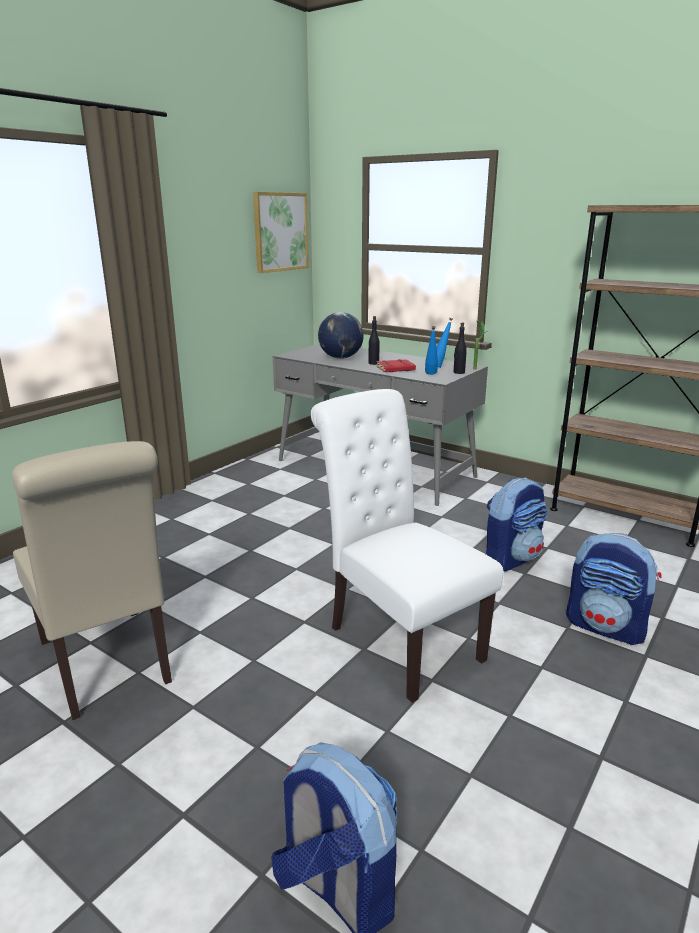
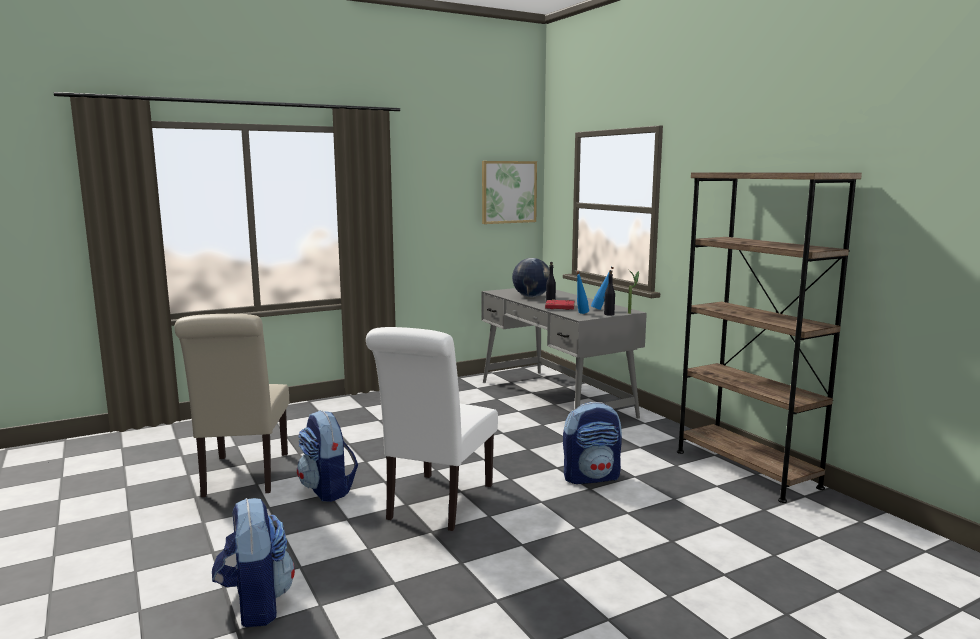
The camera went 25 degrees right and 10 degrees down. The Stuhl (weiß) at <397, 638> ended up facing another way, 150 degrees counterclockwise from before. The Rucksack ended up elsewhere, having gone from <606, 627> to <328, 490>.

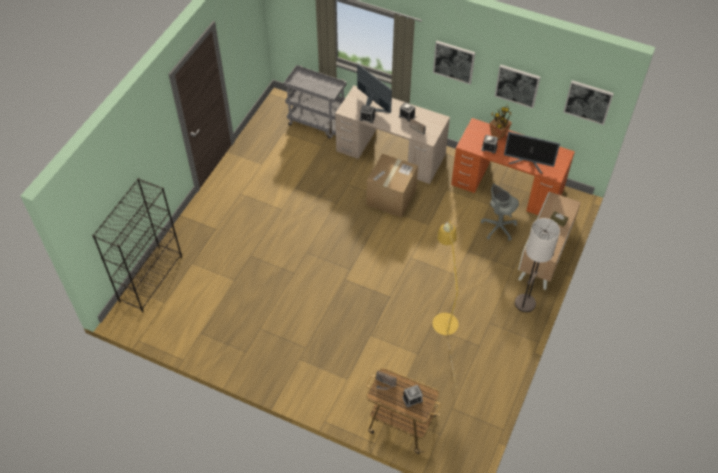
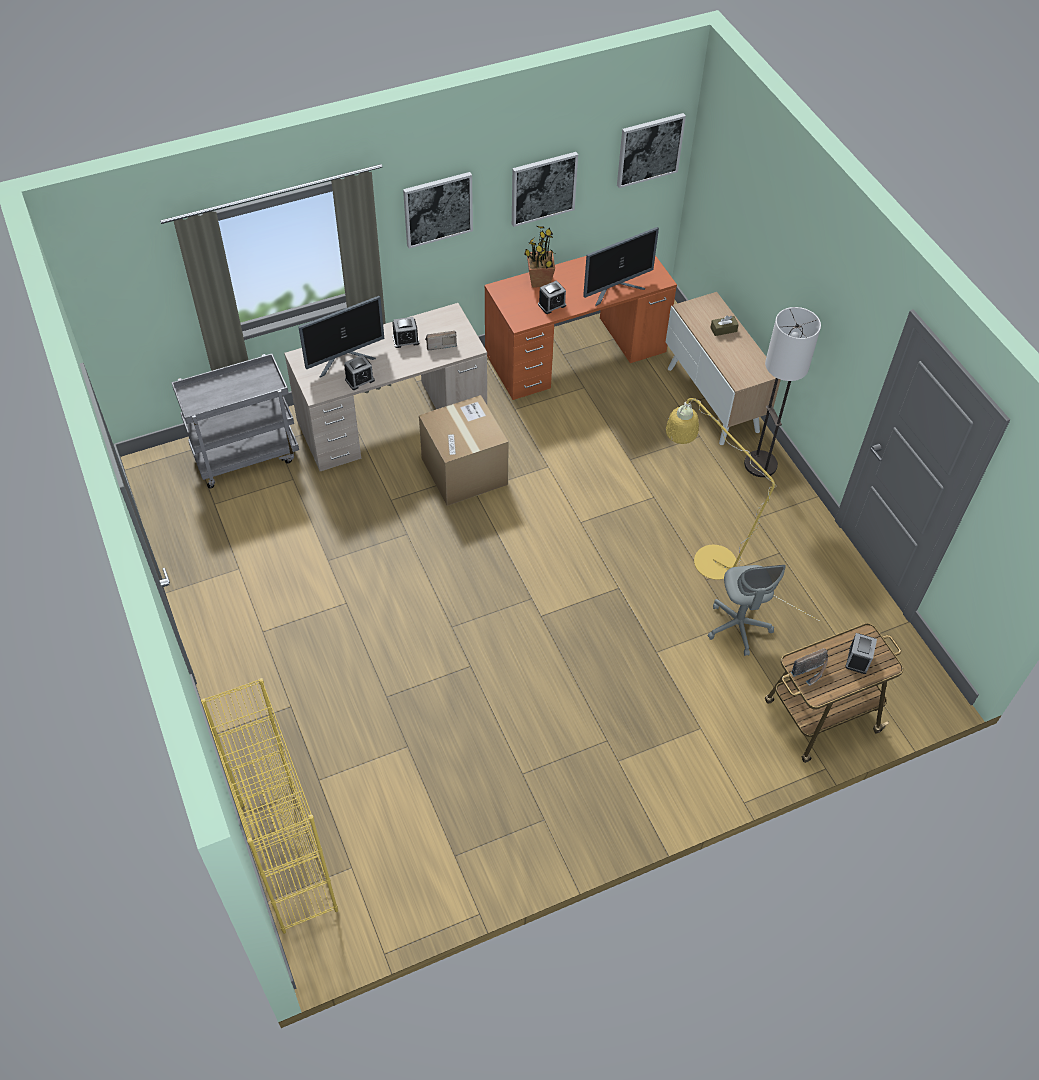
The camera went 50 degrees left and 0 degrees up. What was the Bücherregal (schwarz) at <151, 278> turned into the Bücherregal (gelb) at <287, 856>. The Monitor at <372, 105> ended up facing another way, 150 degrees clockwise from before. The Bürostuhl (grau) ended up elsewhere, having gone from <498, 228> to <738, 627>.

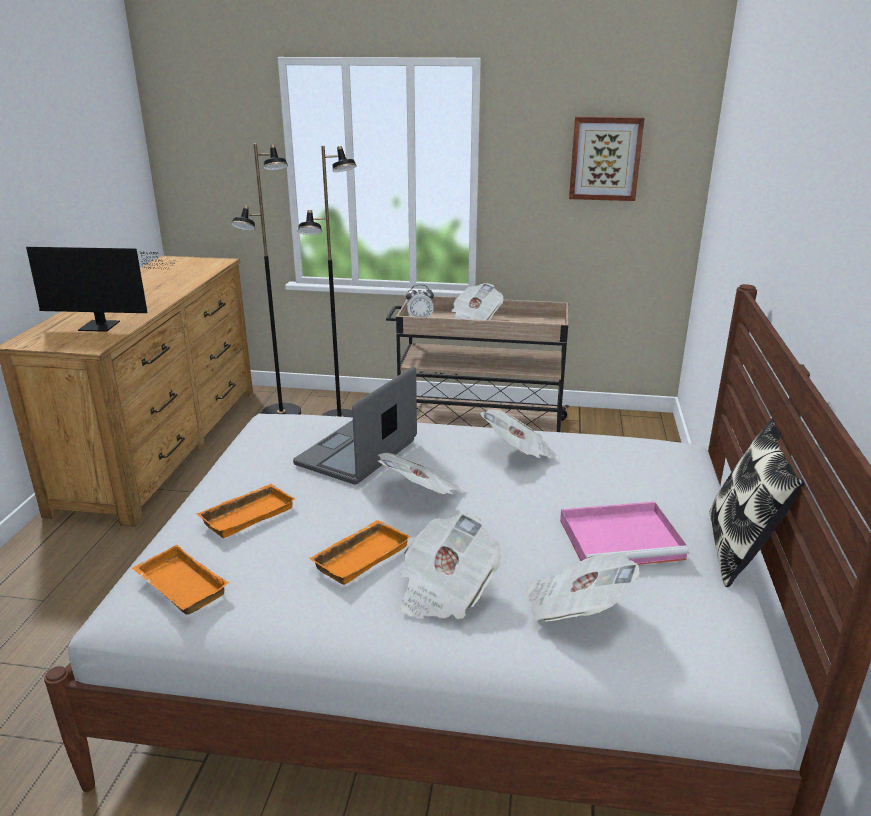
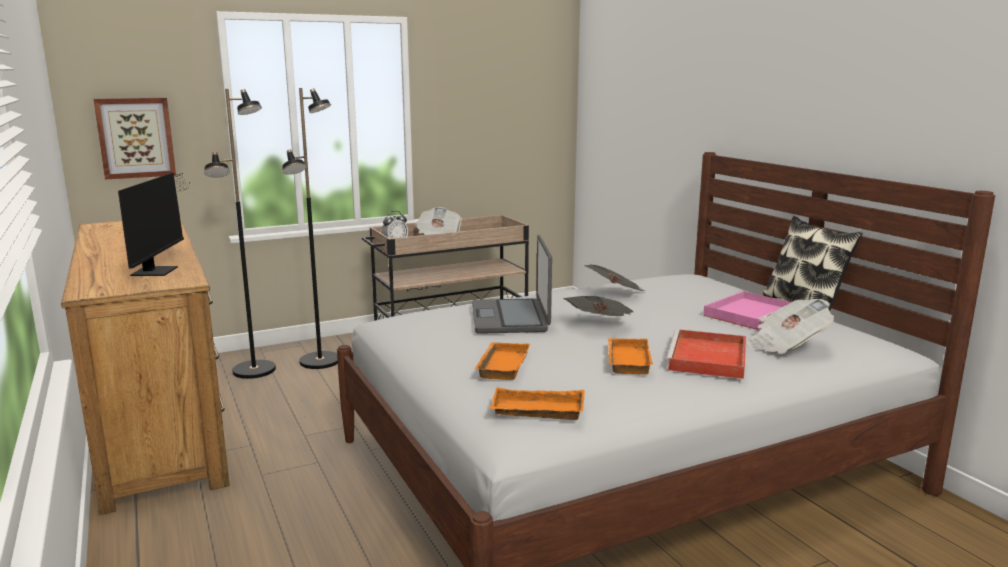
The camera went 35 degrees left and 10 degrees down. The Monitor at <104, 326> ended up facing another way, 60 degrees counterclockwise from before. Where the Zeitung stood at <445, 590>, the Tablett (rot) came to stand at <708, 359>. The Bild ended up elsewhere, having gone from <605, 158> to <135, 137>.

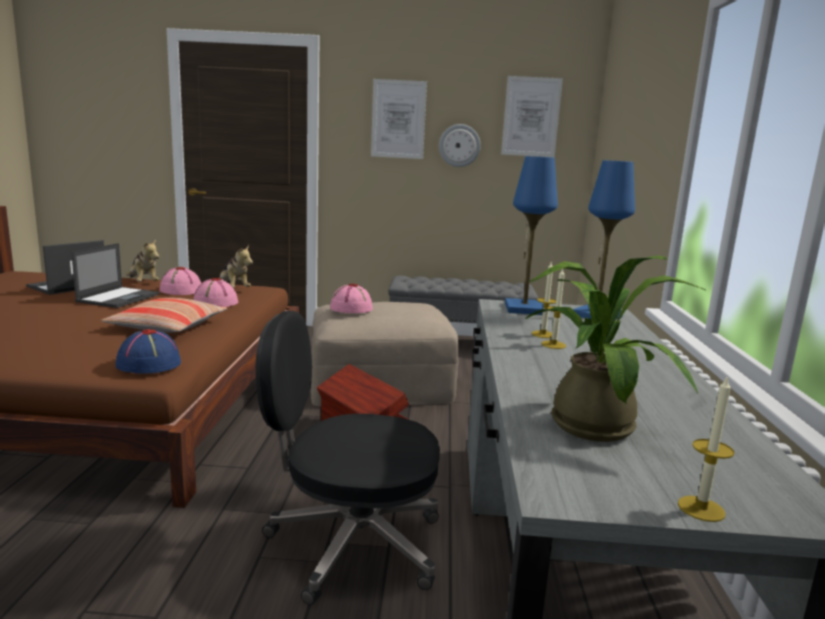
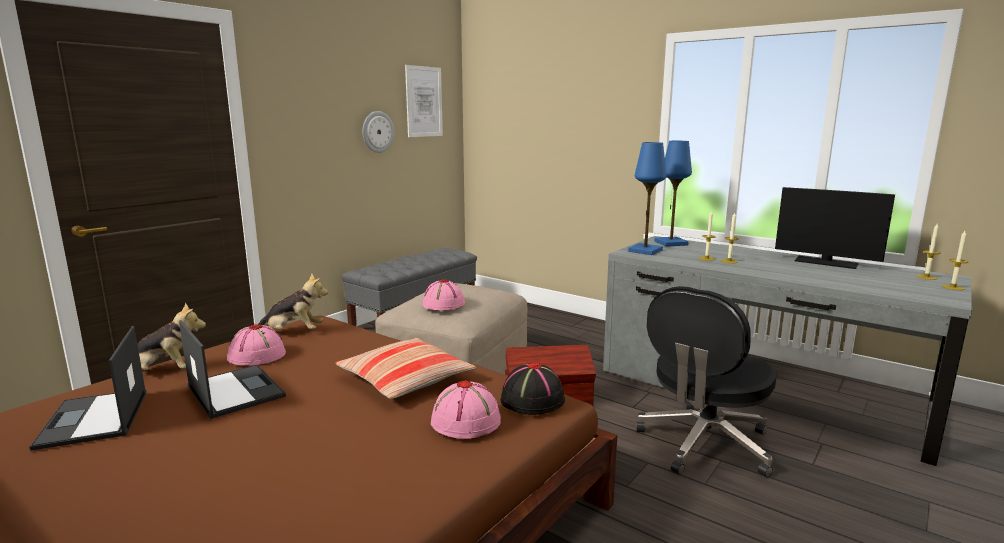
The camera went 55 degrees left and 0 degrees up. What was the Hut (blau) at <148, 364> turned into the Hut (schwarz) at <532, 400>. The Hut (rosa) ended up elsewhere, having gone from <215, 303> to <466, 421>. The second view lost the Bild at <398, 119>. The second view lost the Topfpflanze at <589, 421>. The second view gained the Monitor at <826, 262>. The second view gained the Kerze at <926, 277>.

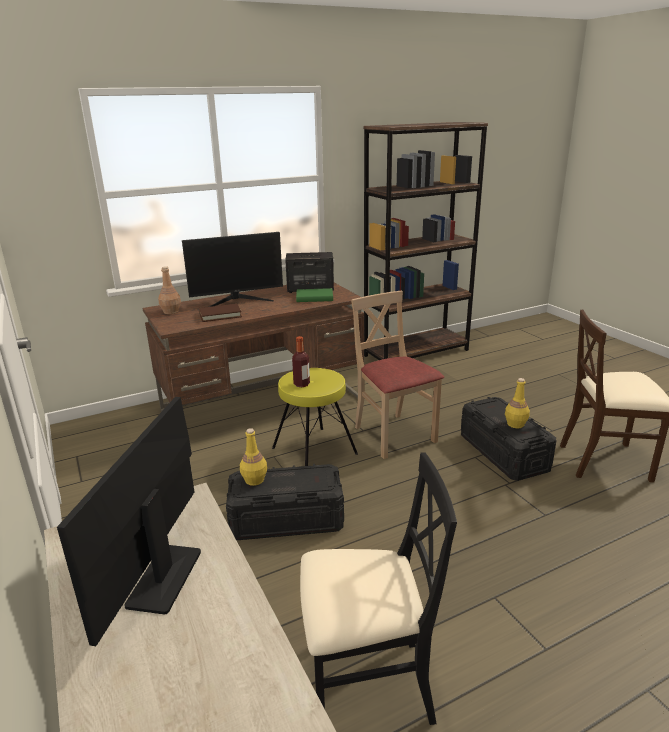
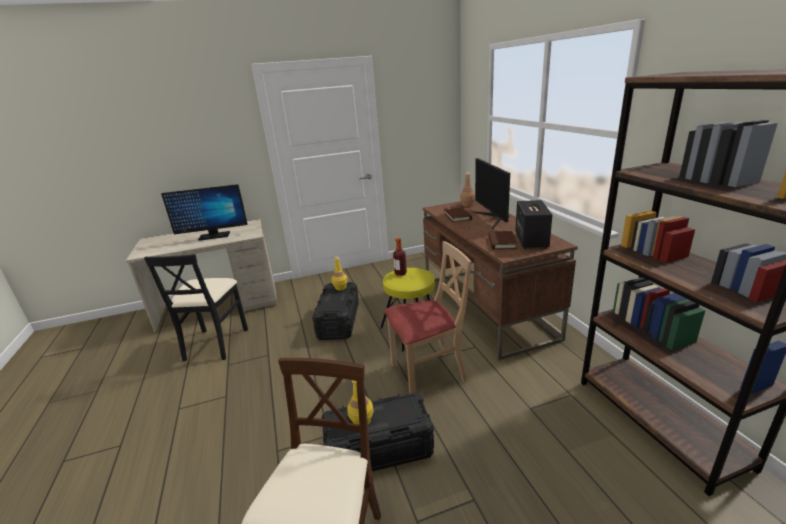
The camera went 100 degrees right and 0 degrees up. The Monitor at <165, 577> ended up facing another way, 150 degrees clockwise from before. What was the Buch (grün) at <314, 298> turned into the Buch (braun) at <501, 242>.

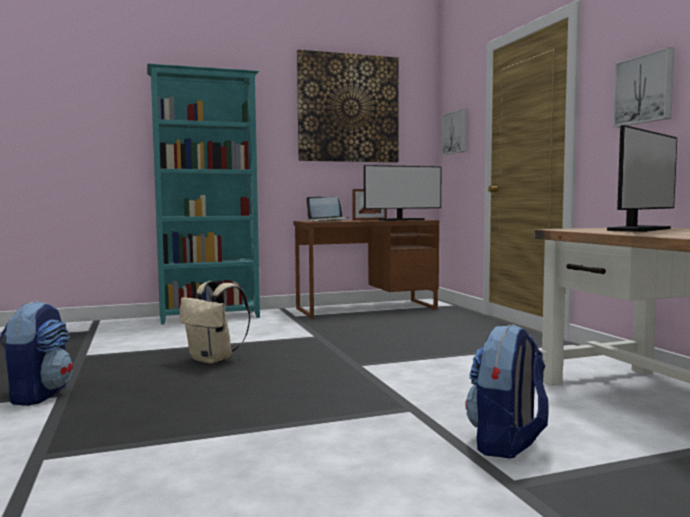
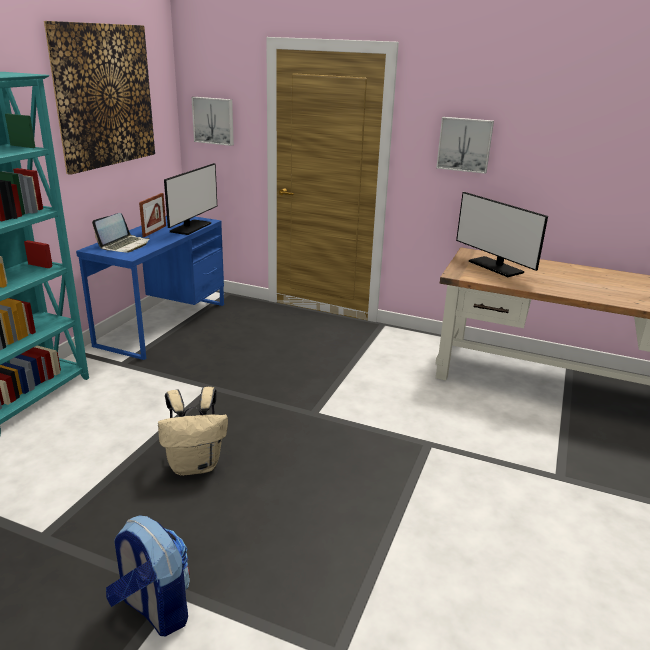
The camera went 50 degrees left and 20 degrees up. What was the Schreibtisch (braun) at <366, 308> turned into the Schreibtisch (blau) at <163, 324>. The second view lost the Rucksack at <507, 443>. The Monitor at <639, 229> ended up facing another way, 150 degrees clockwise from before.

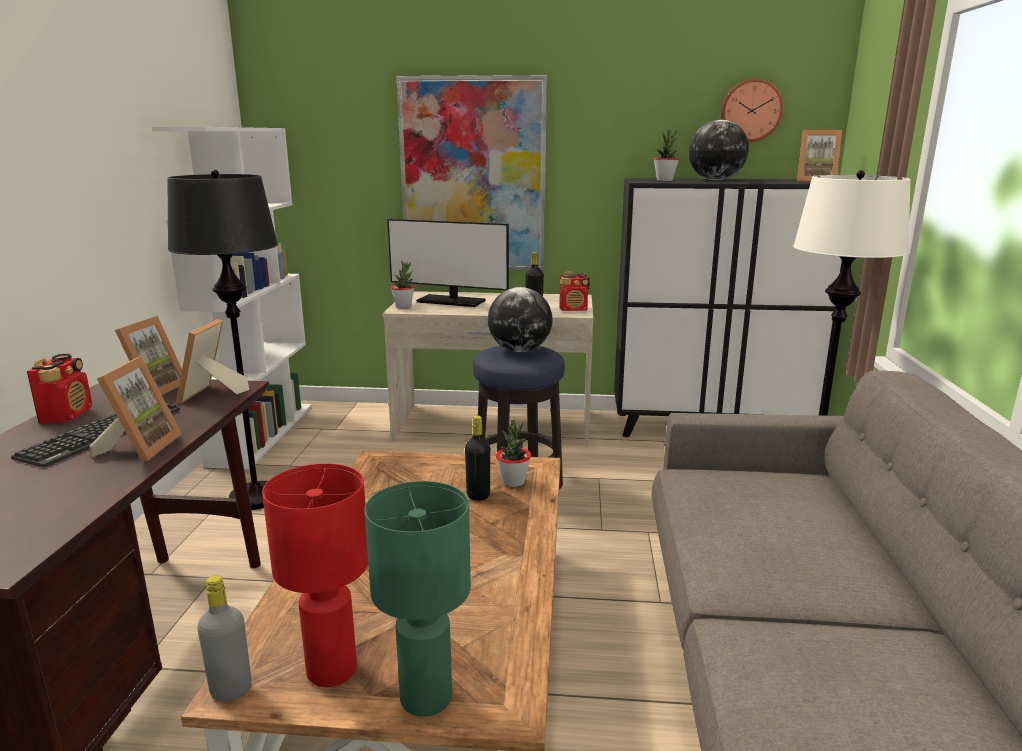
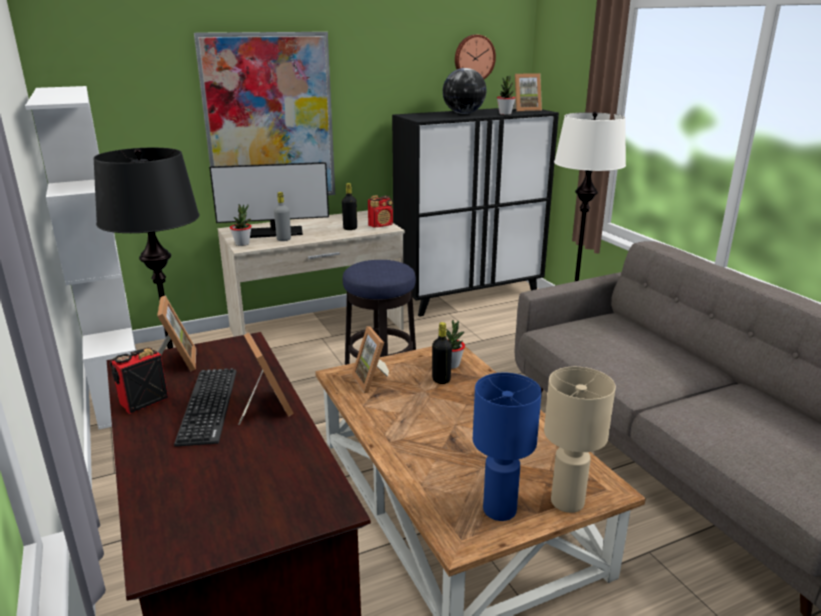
The camera went 30 degrees left and 5 degrees up. The Radio at <67, 415> ended up facing another way, 105 degrees counterclockwise from before. The Bilderrahmen ended up elsewhere, having gone from <212, 394> to <373, 381>. The Flasche (grau) ended up elsewhere, having gone from <231, 690> to <284, 239>. What was the Tischlampe (rot) at <332, 671> turned into the Tischlampe (blau) at <500, 510>. What was the Tischlampe (grün) at <427, 697> turned into the Tischlampe (beige) at <567, 501>. The second view lost the Globus at <520, 351>. The Topfpflanze ended up elsewhere, having gone from <664, 180> to <505, 114>.

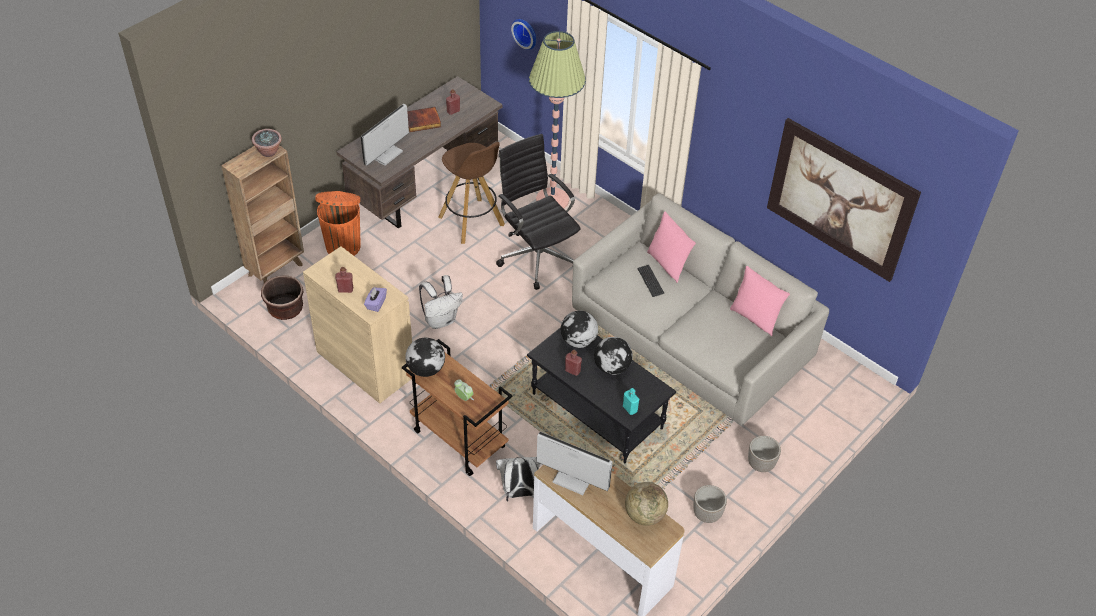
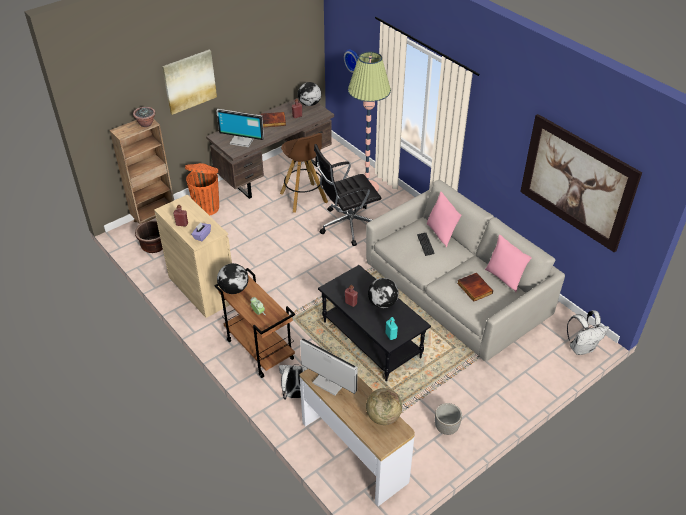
The camera went 10 degrees right and 5 degrees down. The Monitor at <387, 155> ended up facing another way, 120 degrees counterclockwise from before. The Rucksack (weiß) ended up elsewhere, having gone from <441, 320> to <581, 348>. The Bürostuhl (schwarz) at <537, 256> ended up facing another way, 90 degrees counterclockwise from before. The Globus ended up elsewhere, having gone from <578, 341> to <309, 104>. The second view lost the Pflanzkübel at <760, 465>. The second view gained the Bild at <189, 81>. The second view gained the Buch at <474, 288>.

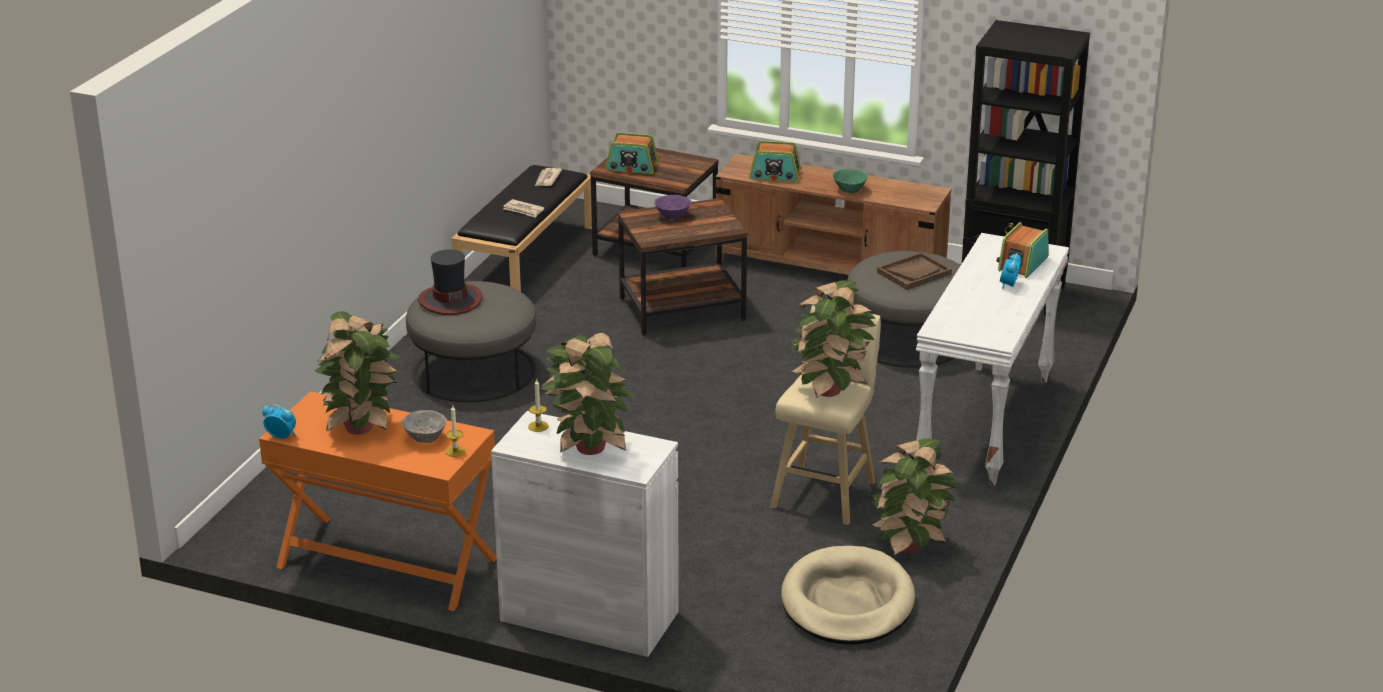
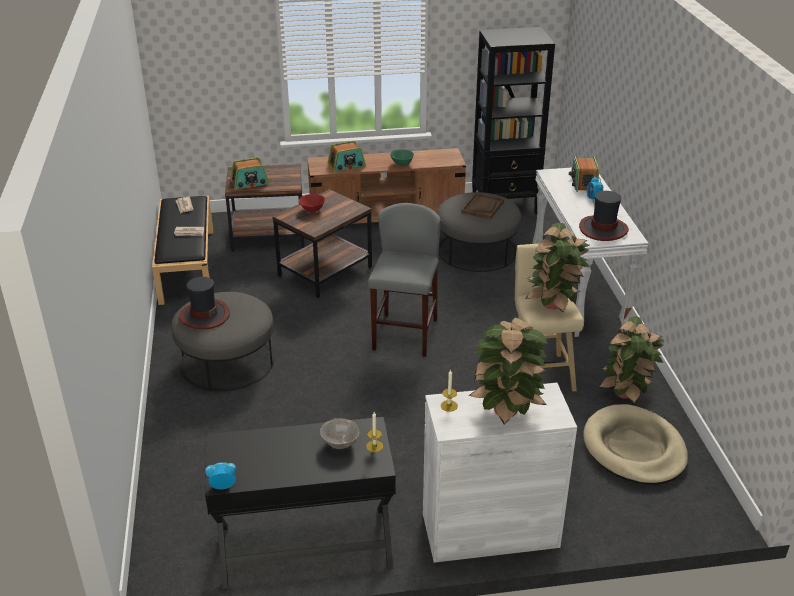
The camera went 30 degrees left and 5 degrees up. What was the Schreibtisch (orange) at <386, 563> turned into the Schreibtisch (schwarz) at <305, 547>. The second view lost the Topfpflanze at <361, 426>. What was the Schüssel (lila) at <672, 216> turned into the Schüssel (rot) at <312, 210>. The second view gained the Hocker (grau) at <404, 335>. The second view gained the Hut at <603, 229>.

